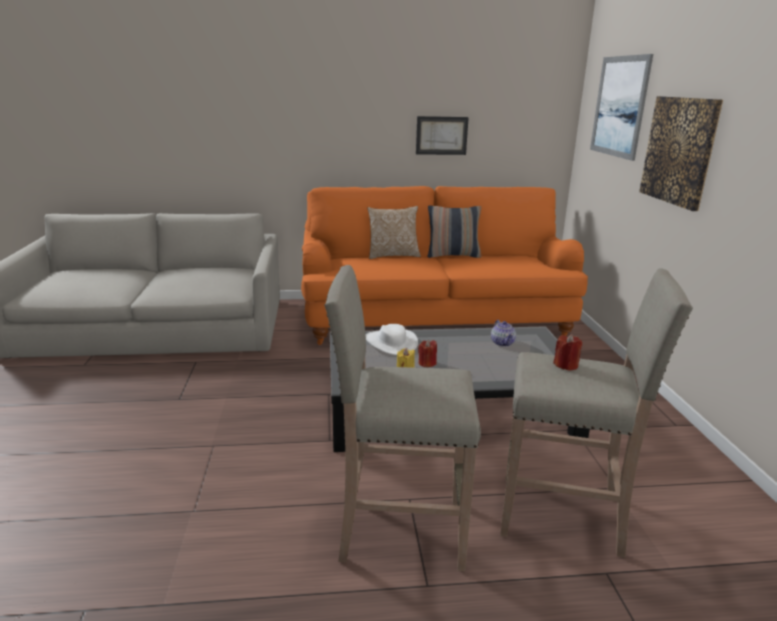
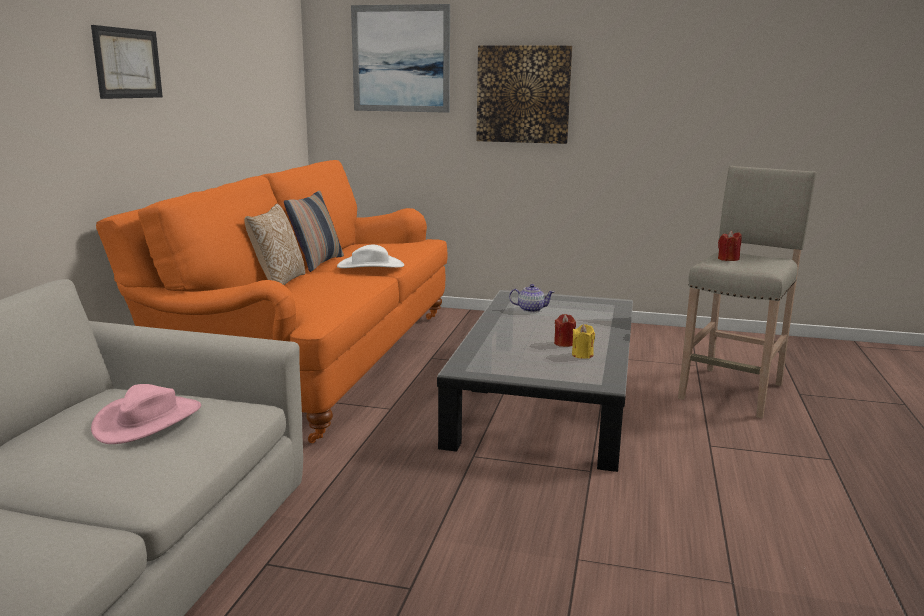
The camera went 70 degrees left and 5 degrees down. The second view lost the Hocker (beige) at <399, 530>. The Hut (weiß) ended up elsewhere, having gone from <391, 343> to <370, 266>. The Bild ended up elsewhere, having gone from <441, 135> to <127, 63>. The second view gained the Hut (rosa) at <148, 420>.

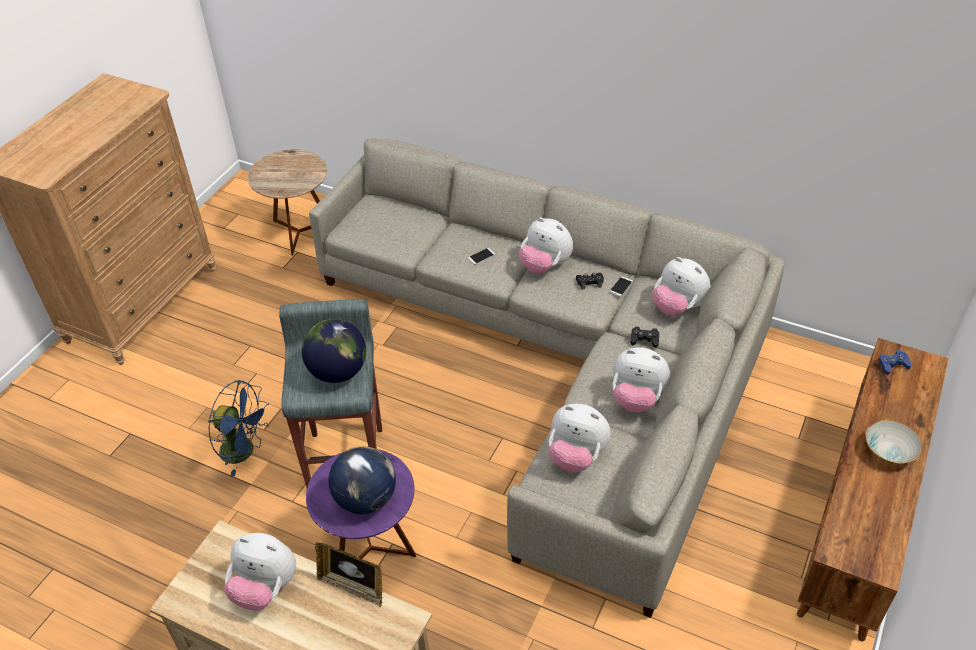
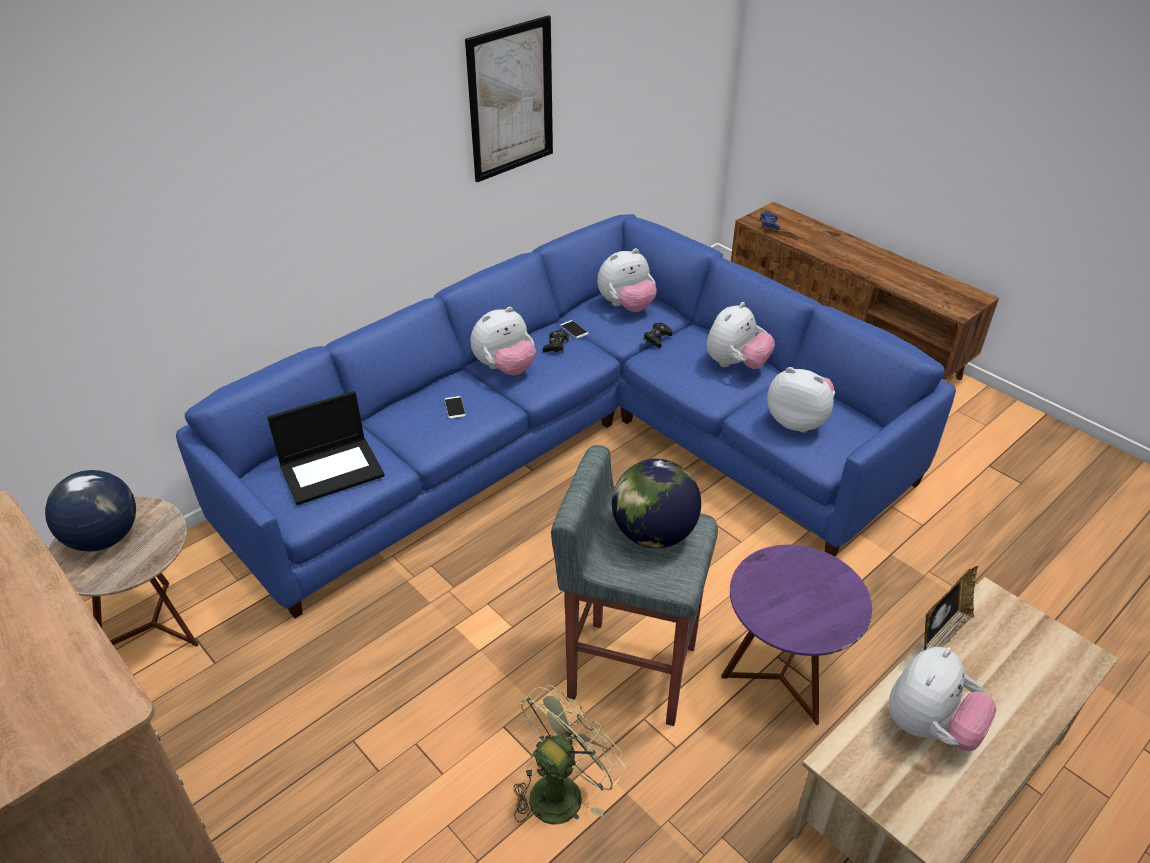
The camera went 70 degrees left and 5 degrees down. What was the Ventilator (blau) at <244, 451> turned into the Ventilator (grün) at <562, 789>. What was the Sofa (grau) at <562, 362> turned into the Sofa (blau) at <578, 444>. The Globus ended up elsewhere, having gone from <366, 499> to <104, 538>. The Plüschtier at <576, 456> ended up facing another way, 105 degrees counterclockwise from before. The second view lost the Schüssel at <888, 451>. The second view gained the Laptop at <332, 469>. The second view gained the Bild at <511, 100>.

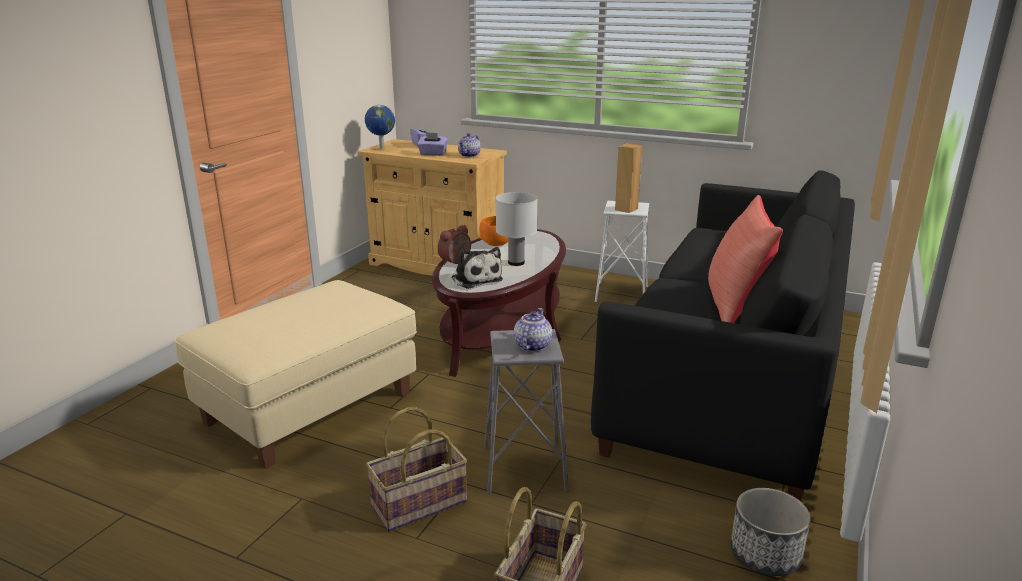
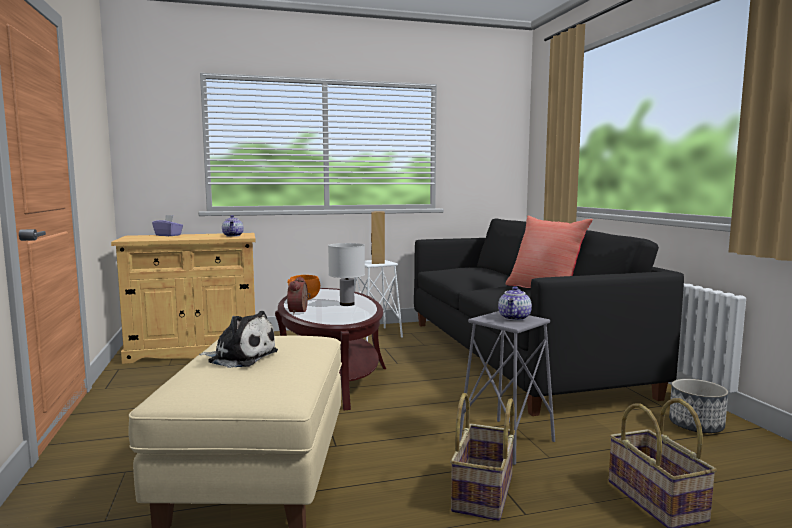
The camera went 40 degrees left and 15 degrees down. The second view lost the Globus at <381, 149>. The second view lost the Taschentuchbox (lila) at <433, 154>. The Plüschtier ended up elsewhere, having gone from <475, 279> to <240, 357>. The Teekanne at <531, 345> ended up facing another way, 135 degrees counterclockwise from before.

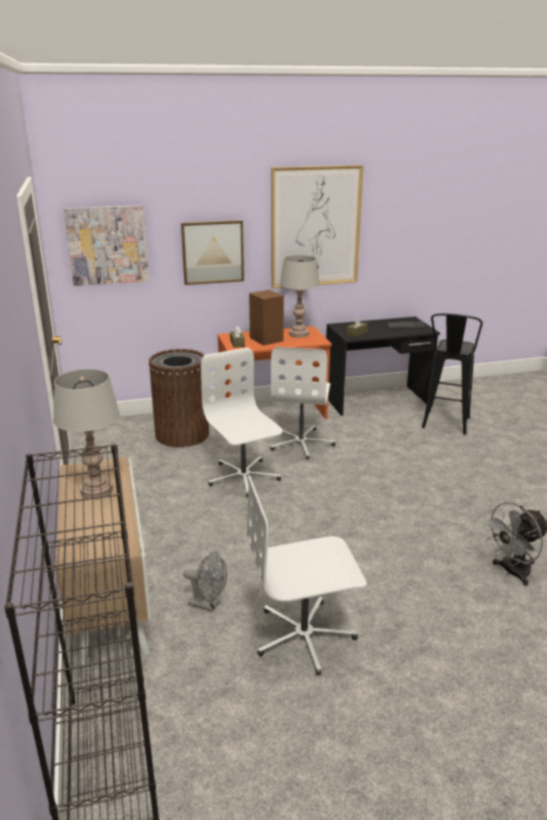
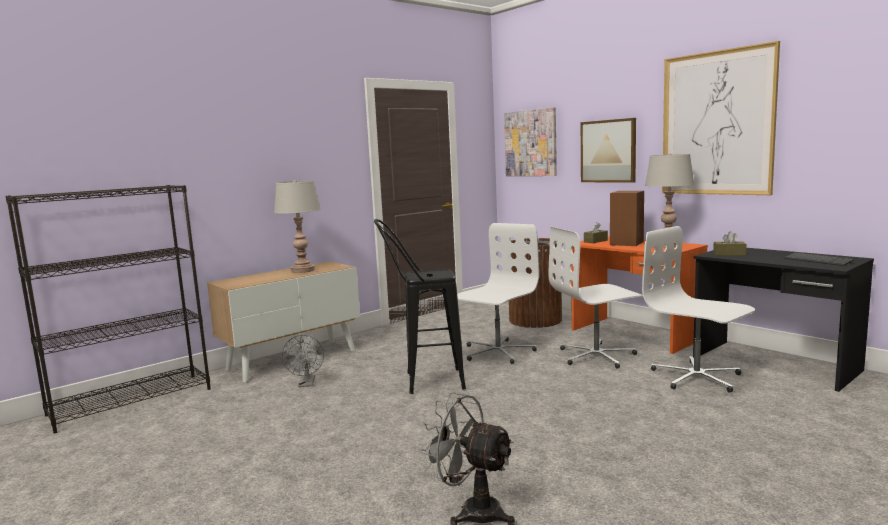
The camera went 65 degrees right and 15 degrees down. The Bürostuhl (weiß) ended up elsewhere, having gone from <304, 636> to <696, 377>. The Hocker (schwarz) ended up elsewhere, having gone from <445, 426> to <423, 382>.

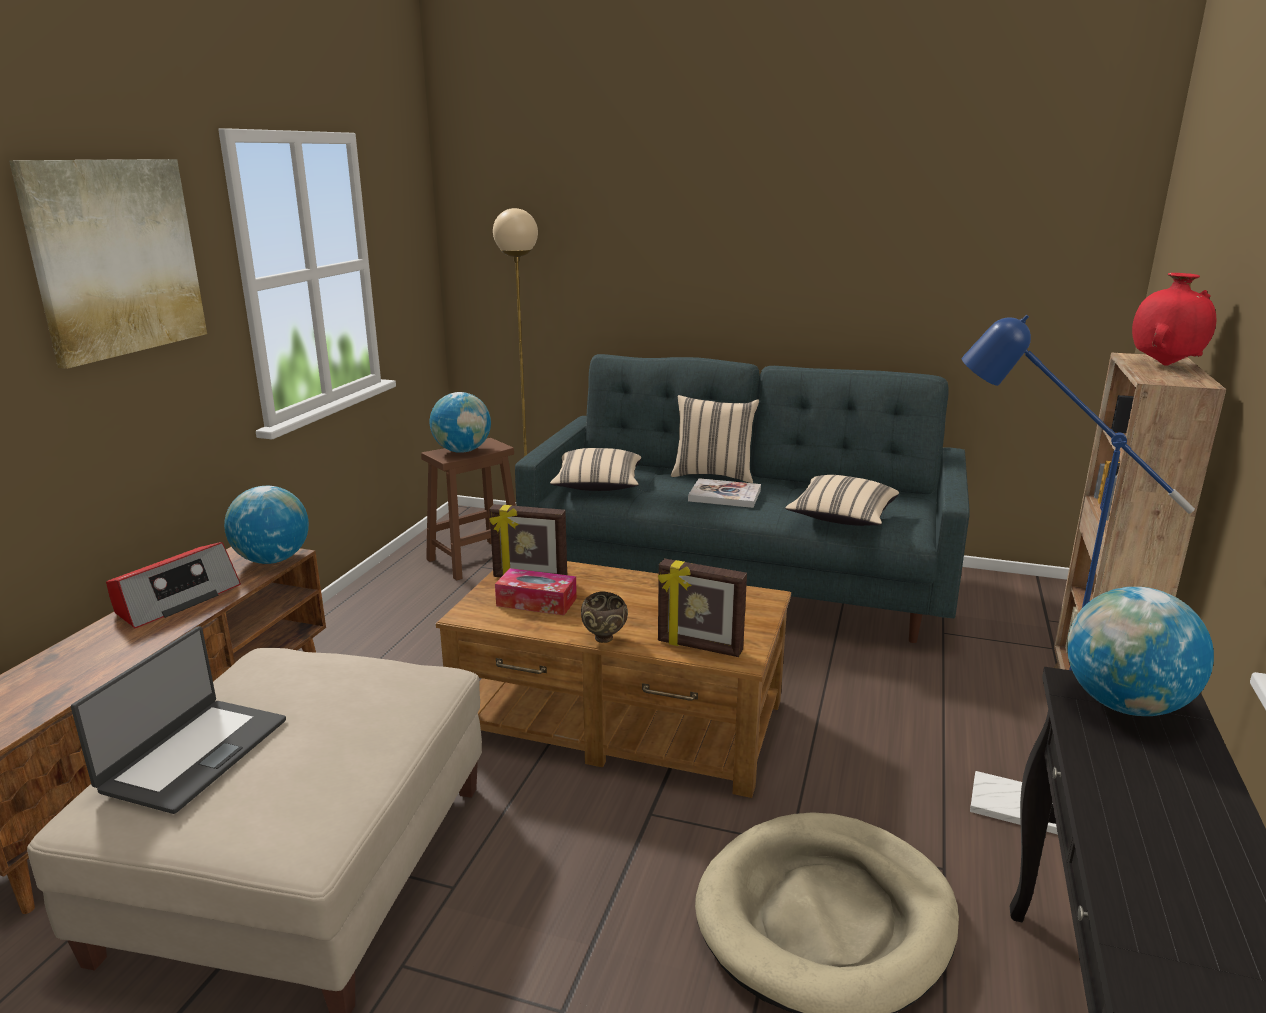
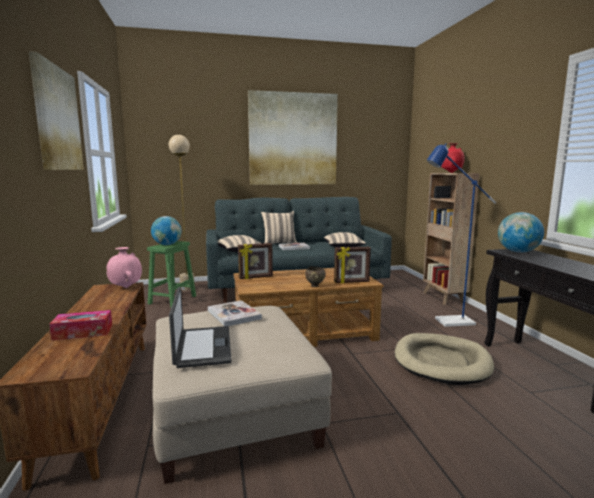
The camera went 30 degrees left and 10 degrees down. The second view lost the Radio at <176, 599>. Where the Globus stood at <272, 560>, the Vase (rosa) came to stand at <125, 287>. What was the Hocker (braun) at <476, 559> turned into the Hocker (grün) at <173, 299>. The Taschentuchbox ended up elsewhere, having gone from <536, 602> to <83, 332>. The second view gained the Buch at <234, 315>. The second view gained the Bild at <293, 139>.

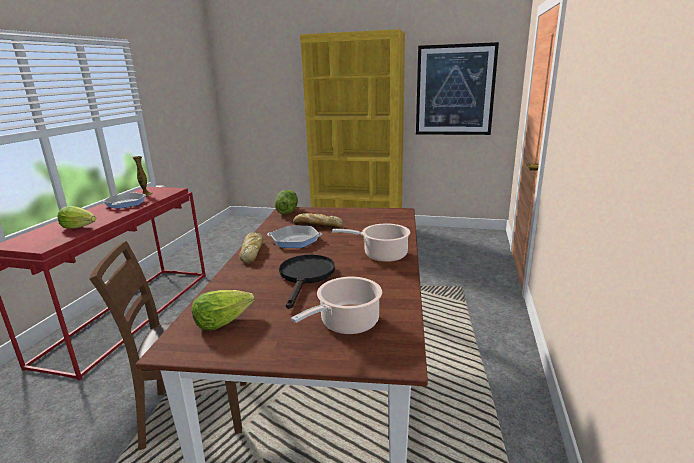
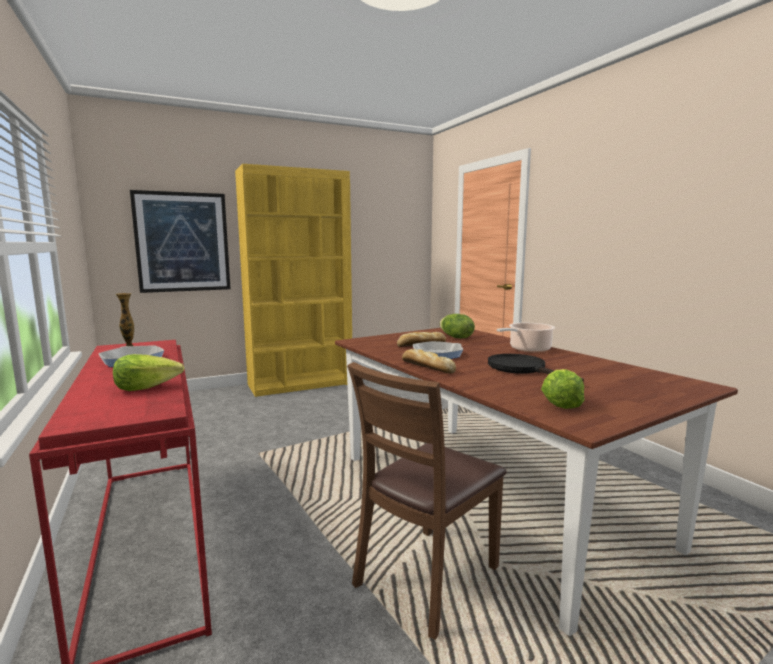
The camera went 40 degrees left and 10 degrees down. The Salatkopf ended up elsewhere, having gone from <287, 211> to <455, 337>. The second view lost the Kochtopf at <347, 323>. The Bild ended up elsewhere, having gone from <455, 90> to <182, 242>.

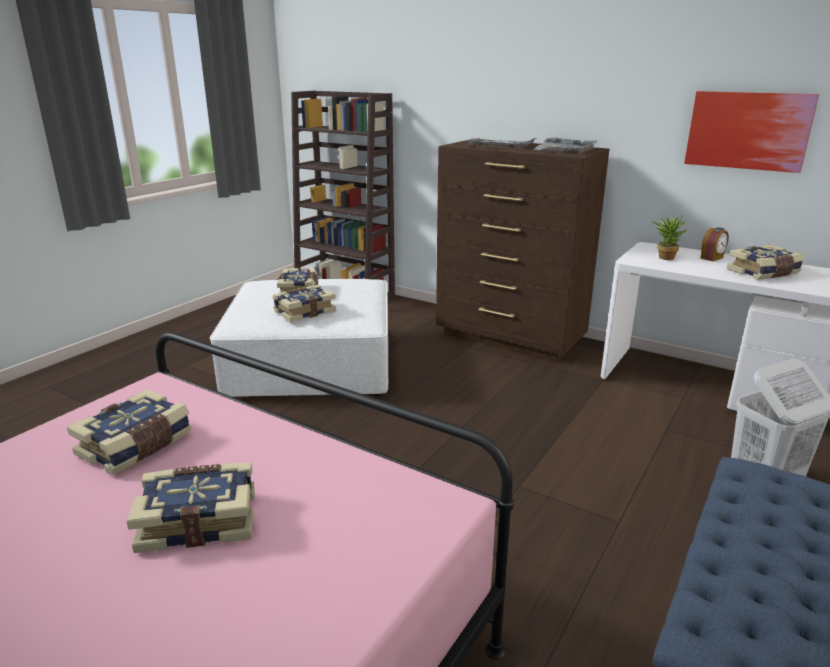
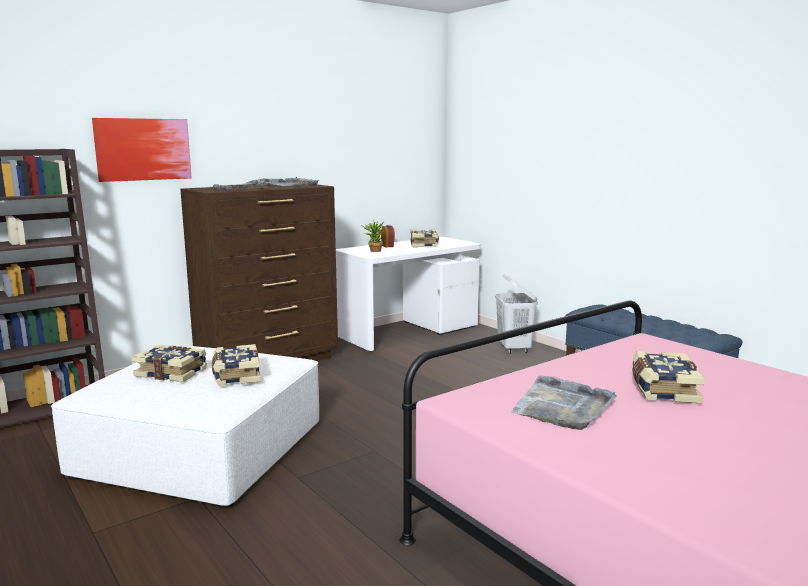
The camera went 70 degrees left and 10 degrees down. Where the Buch stood at <136, 446>, the Tablett (grau) came to stand at <563, 407>. The Bild ended up elsewhere, having gone from <747, 130> to <143, 149>.

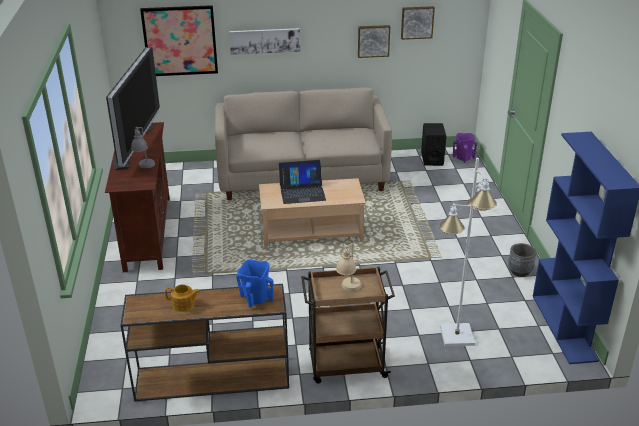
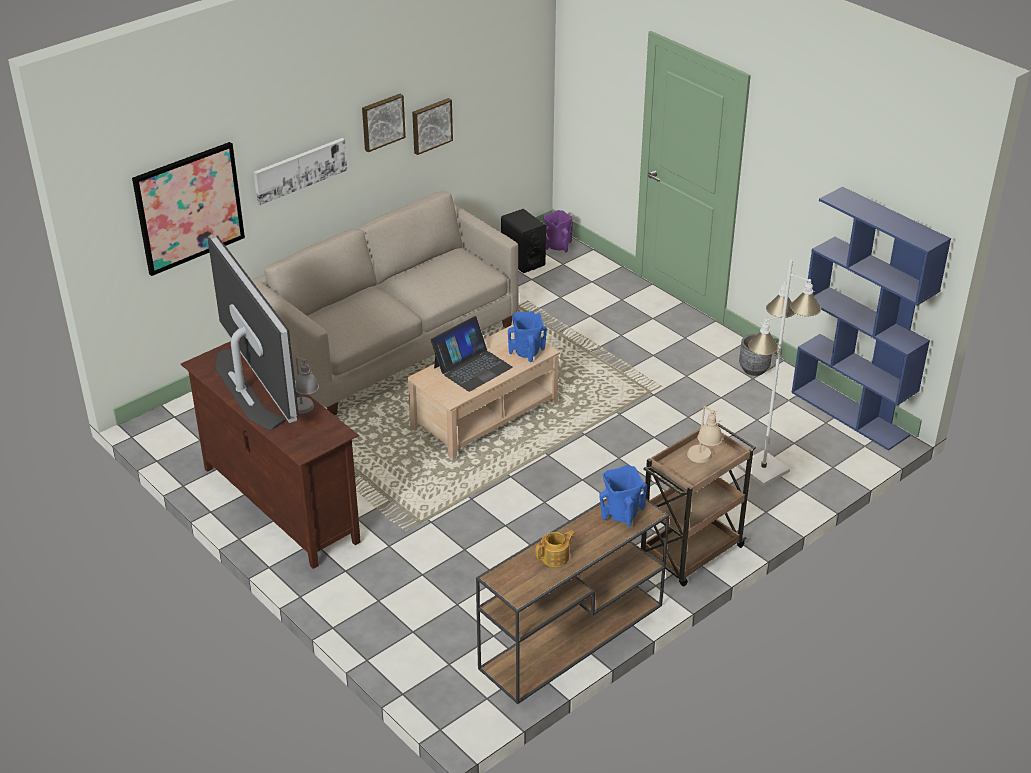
The camera went 35 degrees left and 5 degrees up. The Bild ended up elsewhere, having gone from <417, 22> to <382, 121>. The second view gained the Vase (blau) at <527, 353>.

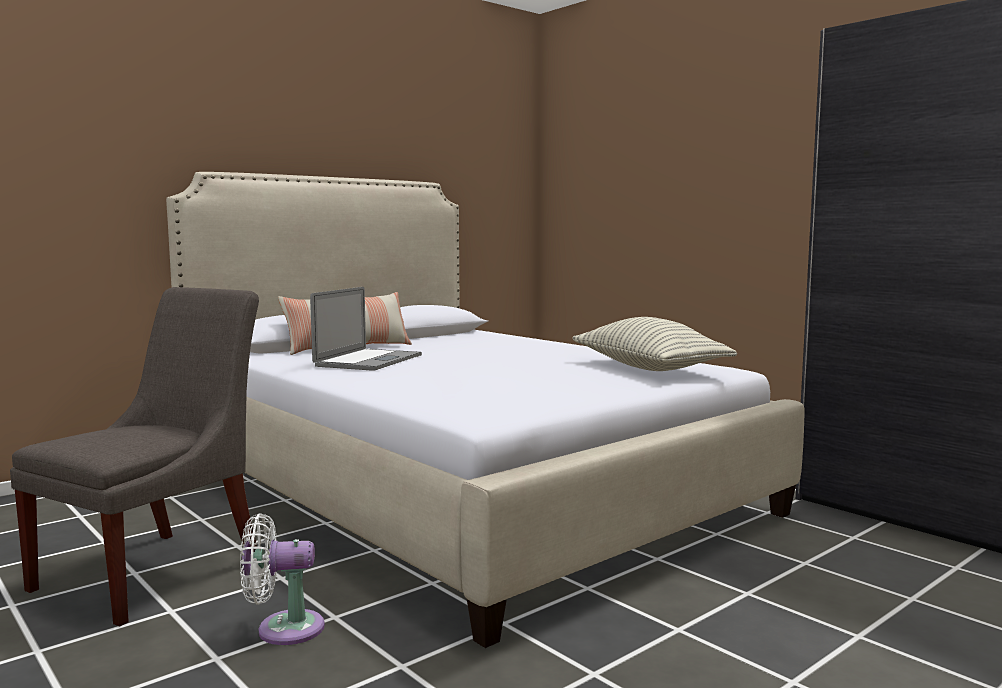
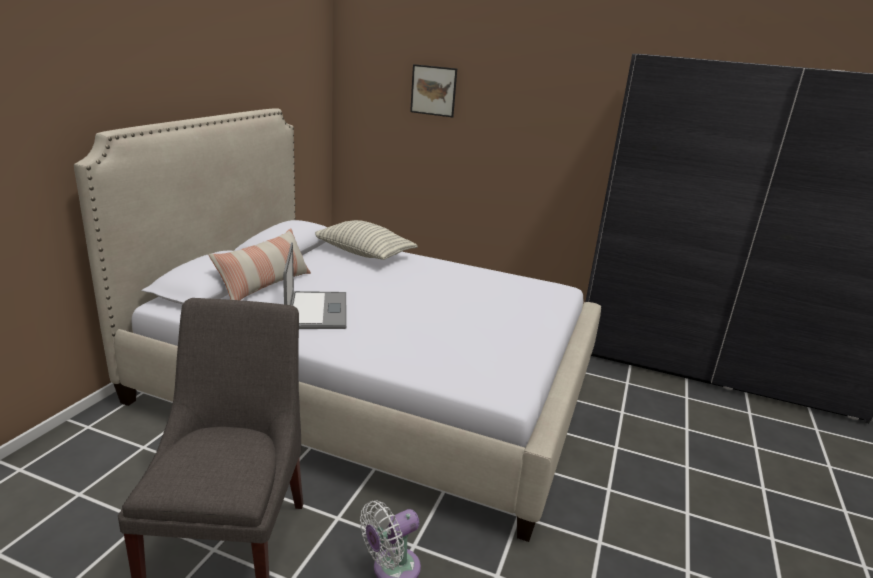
The camera went 30 degrees left and 15 degrees up. The Kissen ended up elsewhere, having gone from <648, 368> to <363, 253>. The second view gained the Bild at <433, 90>.

